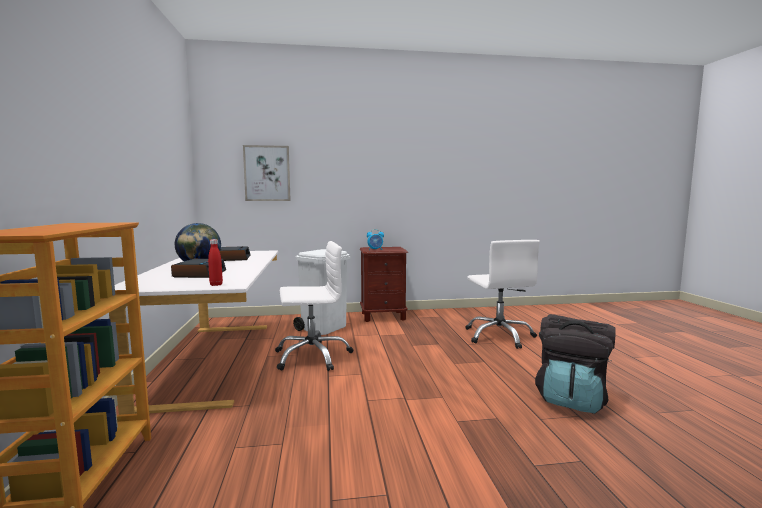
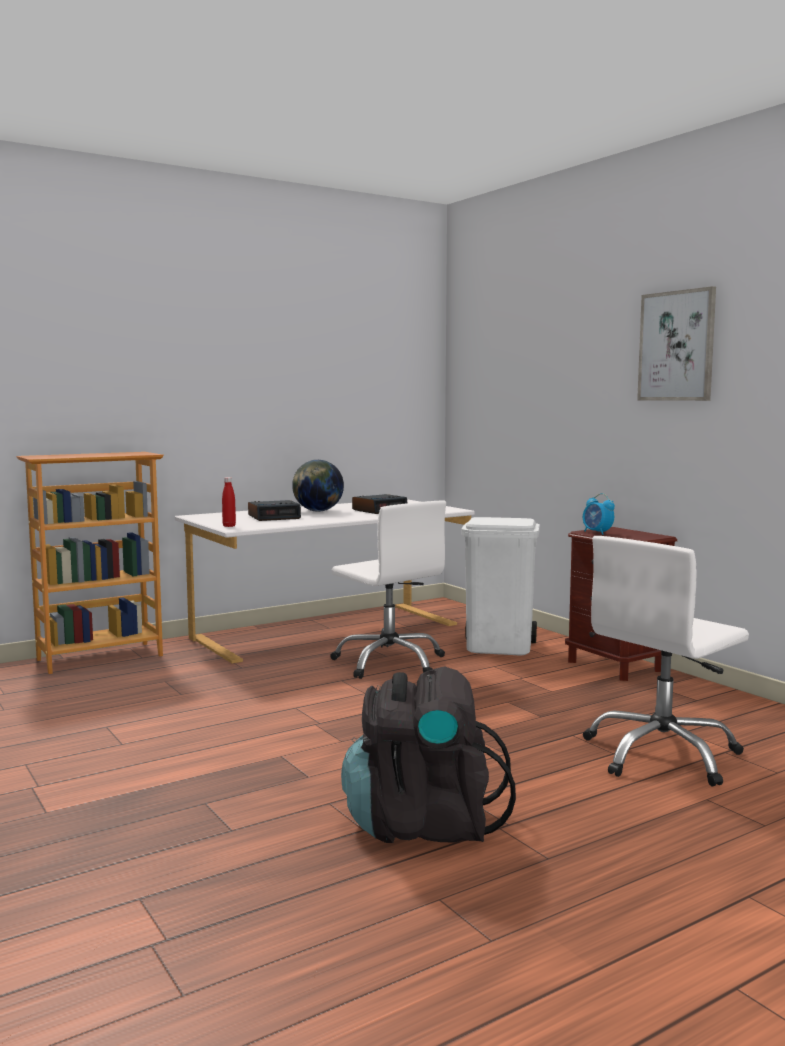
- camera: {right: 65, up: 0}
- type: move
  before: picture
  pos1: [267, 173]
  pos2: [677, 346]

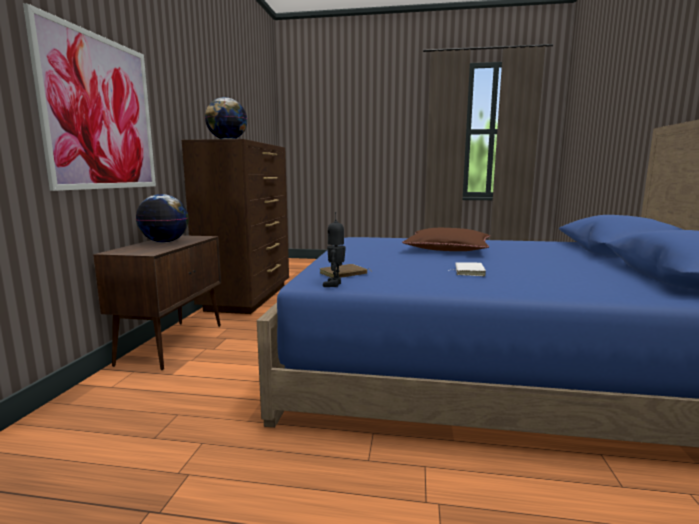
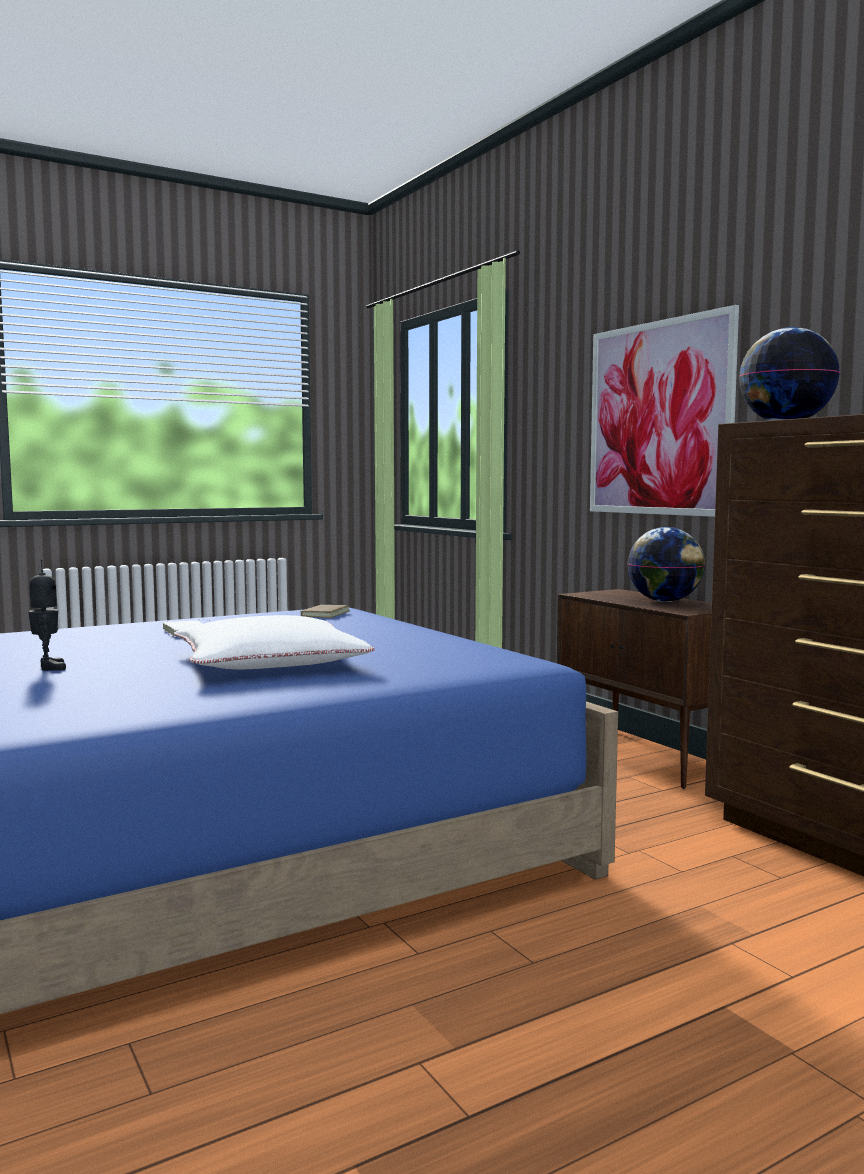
- camera: {right: 140, up: -5}
- type: move
  before: toy robot
  pos1: [335, 284]
  pos2: [48, 668]
- type: recolor
  before: brown pillow
  after: white pillow
  pos1: [447, 248]
  pos2: [269, 662]

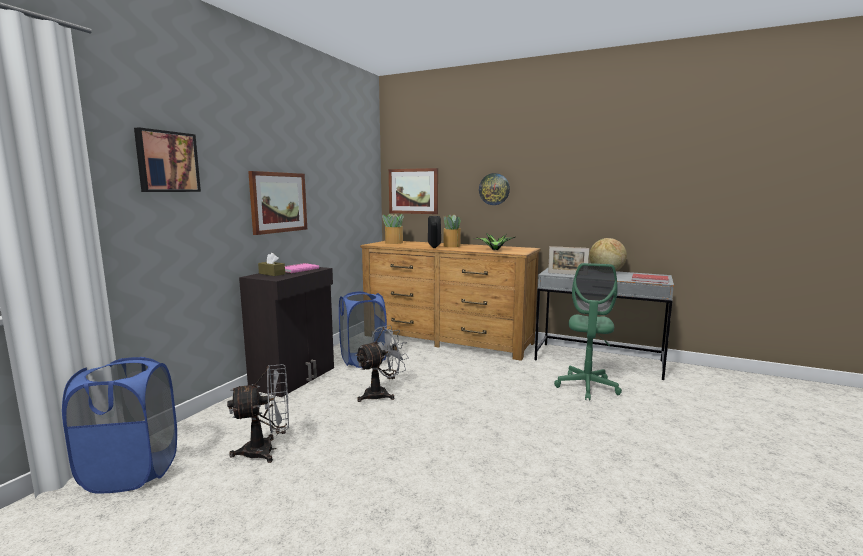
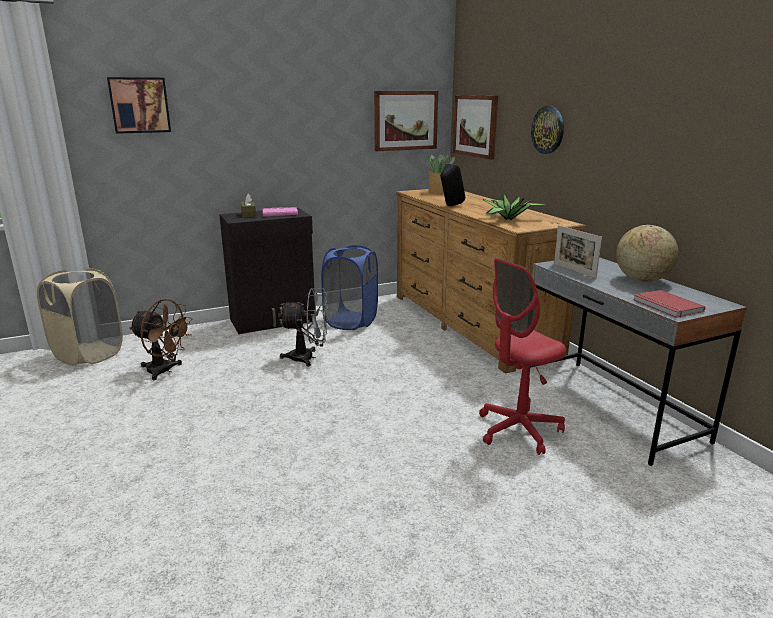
- camera: {right: 40, up: 10}
- type: recolor
  before: blue laundry basket
  after: beige laundry basket
  pos1: [131, 472]
  pos2: [89, 354]
- type: recolor
  before: grey fan
  after: brown fan
  pos1: [267, 450]
  pos2: [165, 371]
- type: move
  before: picture
  pos1: [278, 202]
  pos2: [405, 120]
- type: delete
  before: potted plant
  pos1: [451, 246]
- type: recolor
  before: green office chair
  after: red office chair
  pos1: [587, 387]
  pos2: [518, 430]

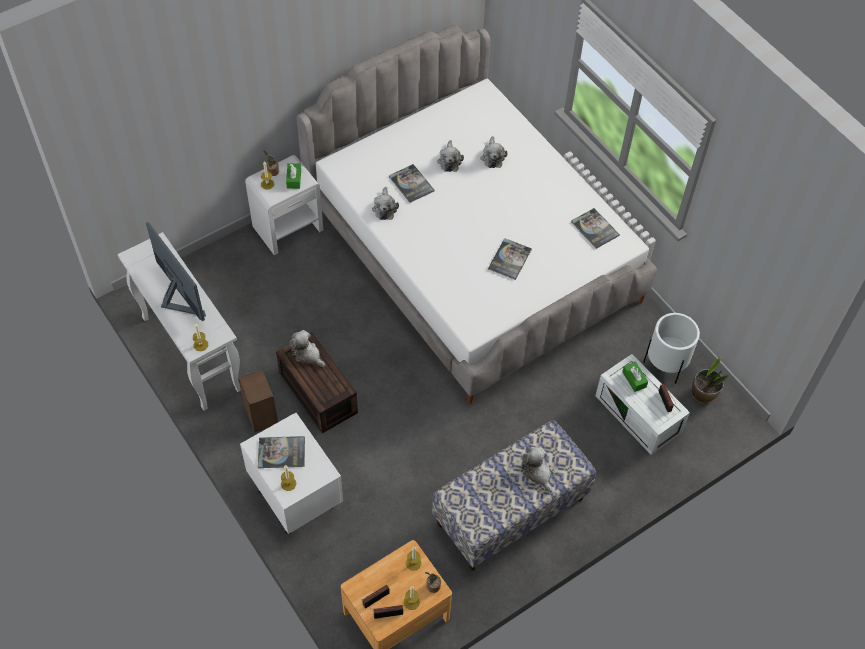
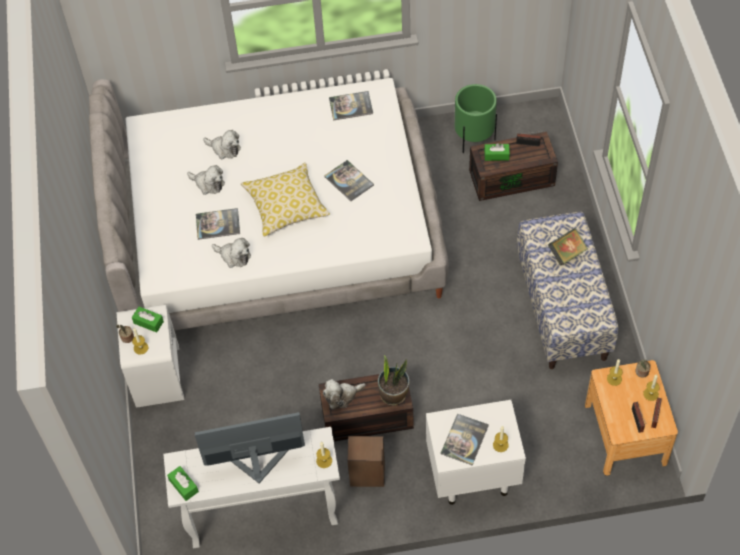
- camera: {right: -60, up: 0}
- type: replace
  before: plush toy
  after: book
  pos1: [537, 472]
  pos2: [567, 253]
- type: recolor
  before: white storage box
  after: brown storage box
  pos1: [640, 414]
  pos2: [512, 177]
- type: recolor
  before: white planter
  after: green planter
  pos1: [665, 365]
  pos2: [474, 139]
- type: move
  before: potted plant
  pos1: [703, 394]
  pos2: [393, 394]
- type: insert
  after: green tissue box
  pos2: [183, 486]
- type: insert
  after: pillow
  pos2: [285, 206]

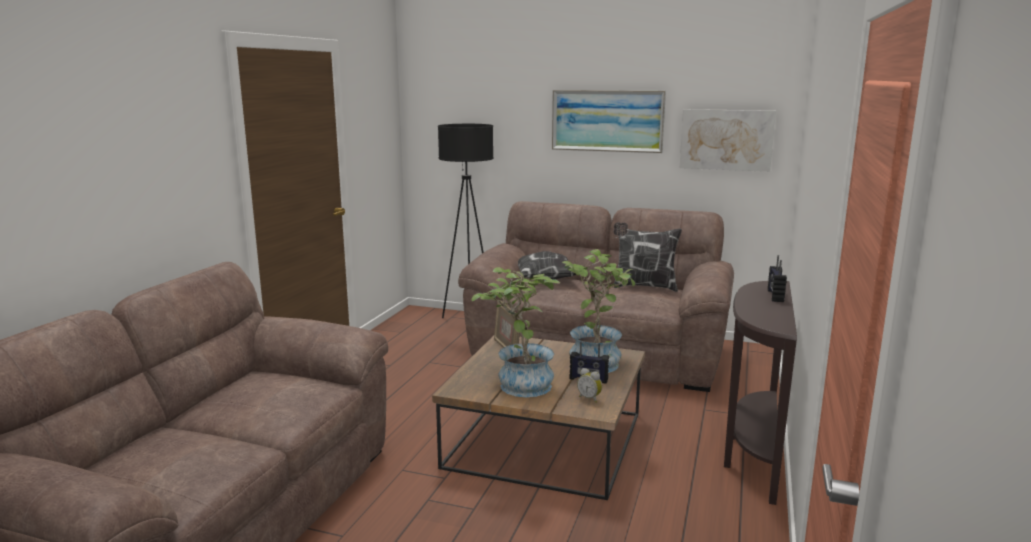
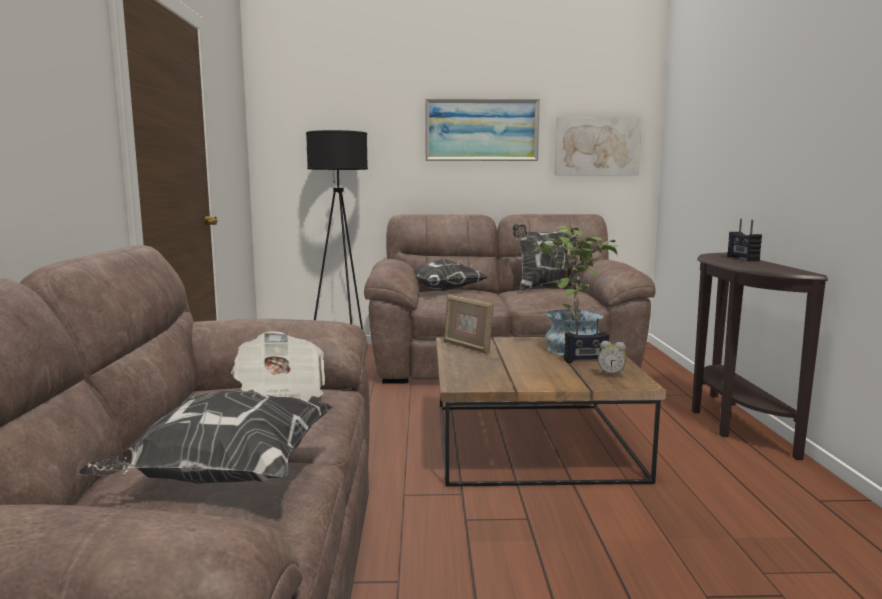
- camera: {right: -20, up: -5}
- type: delete
  before: potted plant
  pos1: [519, 383]
- type: insert
  after: pillow
  pos2: [223, 477]
- type: insert
  after: newspaper
  pos2: [281, 395]

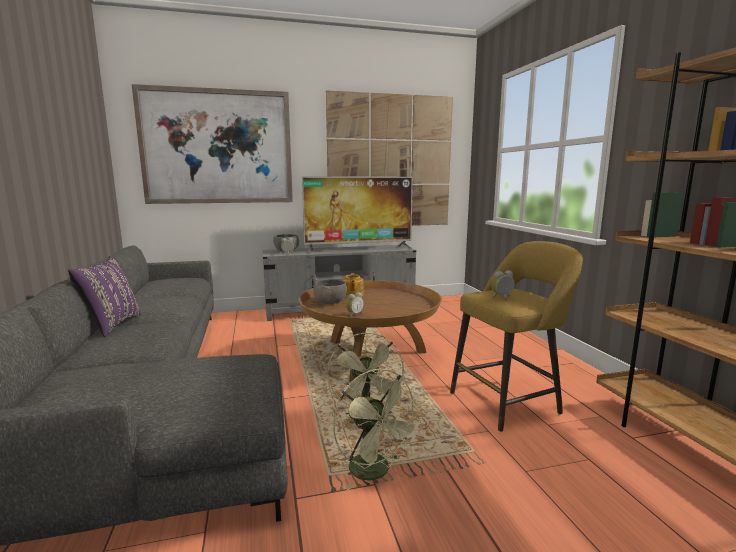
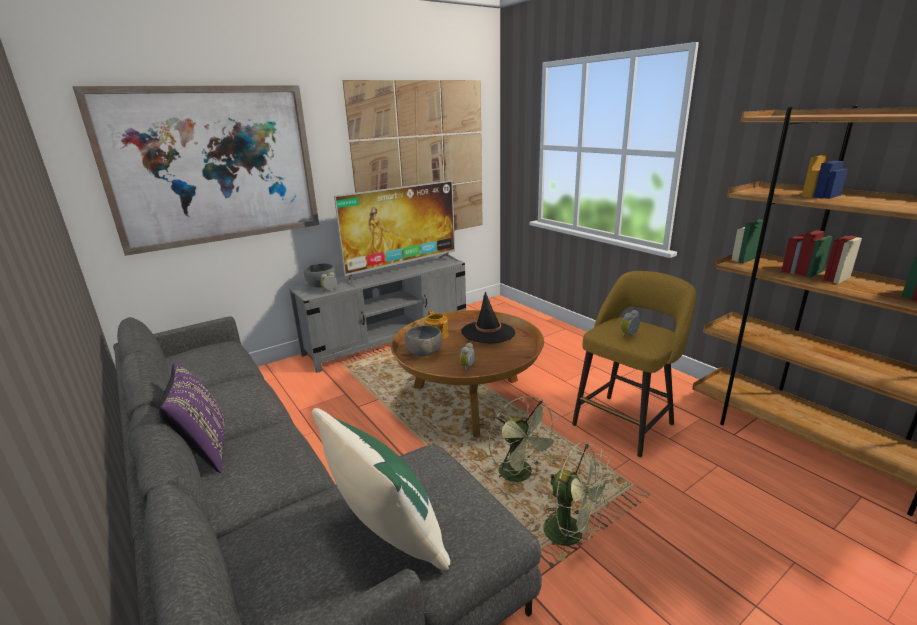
- camera: {right: -20, up: 10}
- type: insert
  after: green pillow
  pos2: [385, 536]
- type: insert
  after: black hat
  pos2: [488, 332]

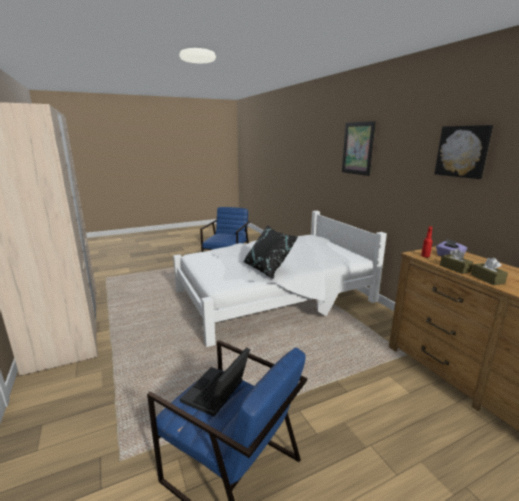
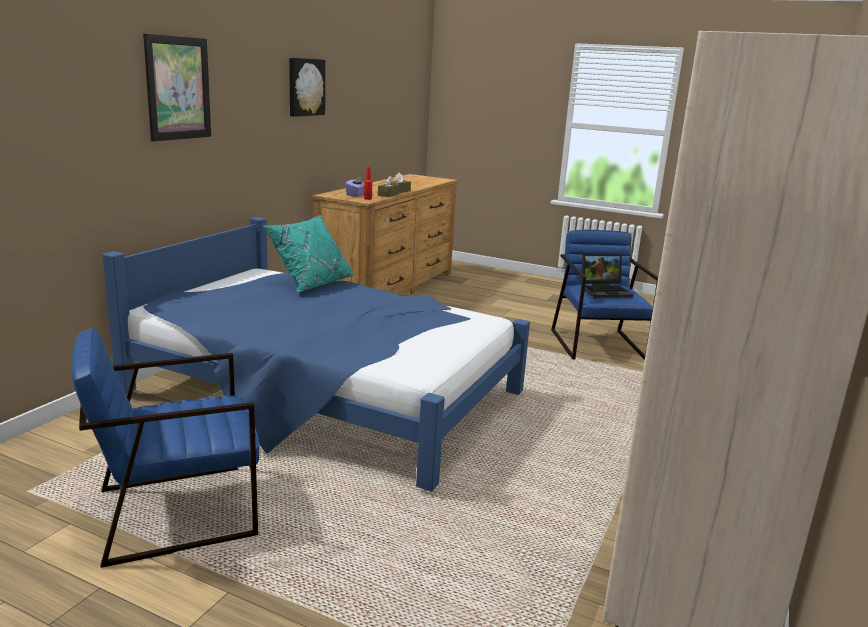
- camera: {right: -130, up: 0}
- type: recolor
  before: white bed
  after: blue bed
  pos1: [272, 298]
  pos2: [326, 396]
- type: delete
  before: black pillow
  pos1: [268, 269]
- type: insert
  after: turquoise pillow
  pos2: [311, 283]

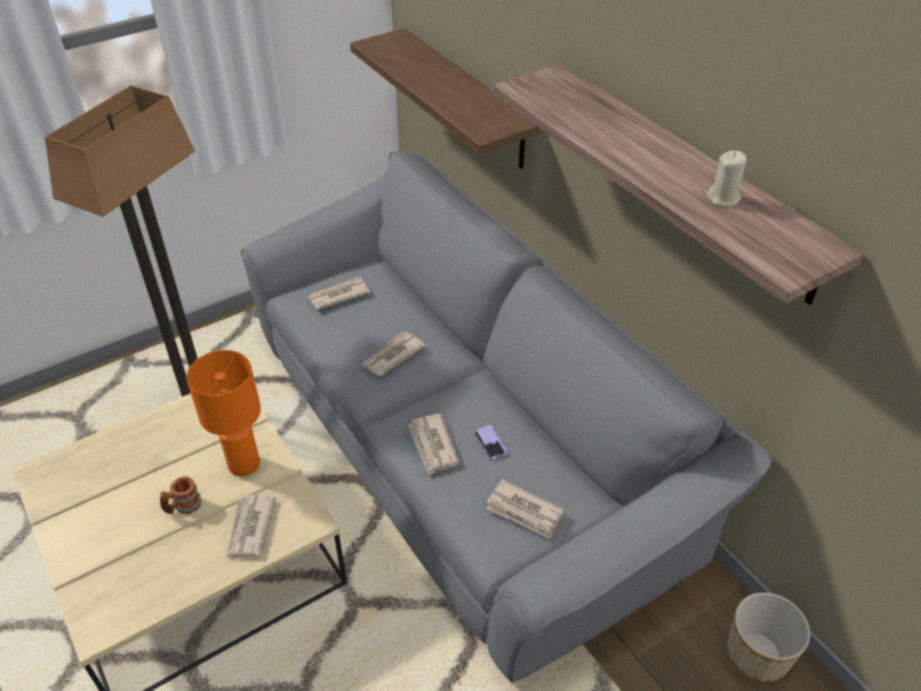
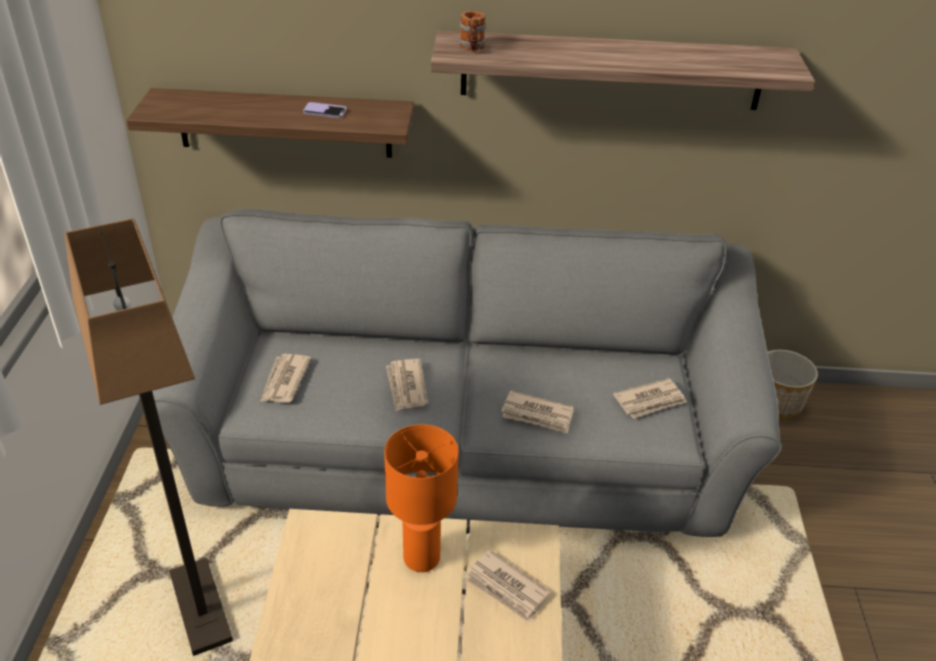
- camera: {right: -55, up: -5}
- type: move
  before: mug
  pos1: [183, 507]
  pos2: [472, 48]
- type: move
  before: phone
  pos1: [490, 443]
  pos2: [325, 111]
- type: delete
  before: beige candle
  pos1: [723, 198]

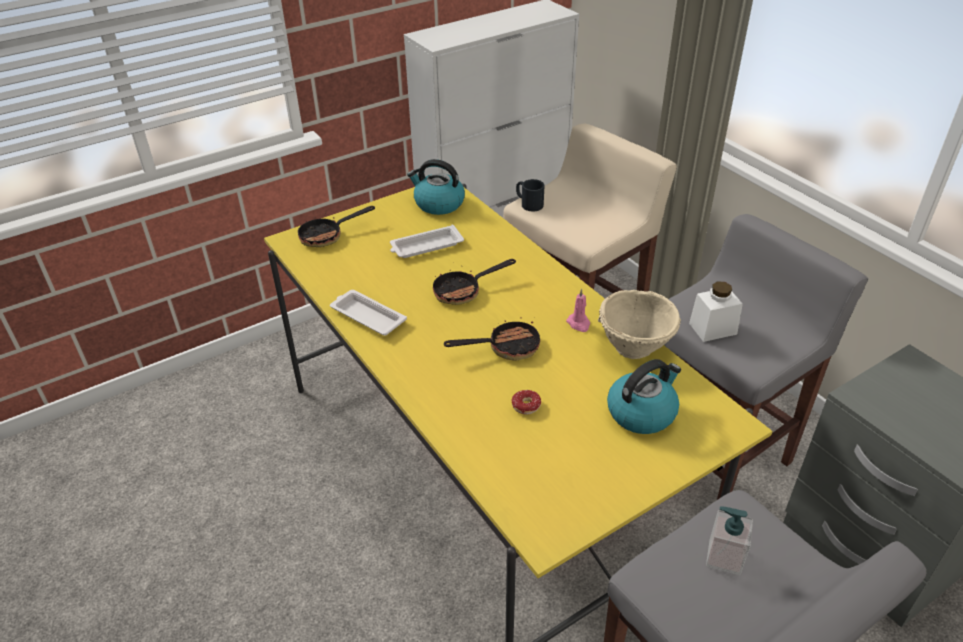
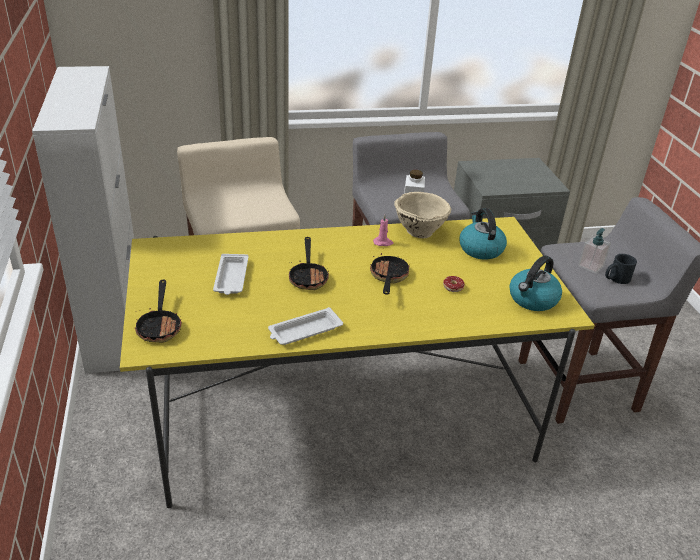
- camera: {right: -70, up: -5}
- type: move
  before: kettle
  pos1: [438, 204]
  pos2: [532, 300]
- type: move
  before: black mug
  pos1: [528, 203]
  pos2: [616, 279]

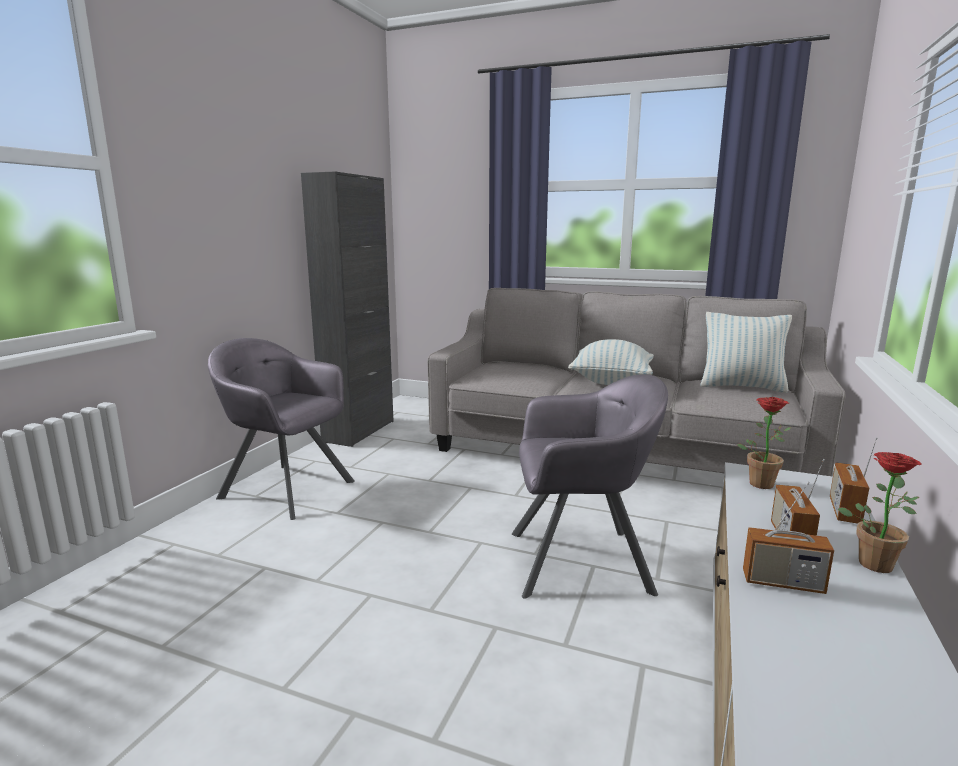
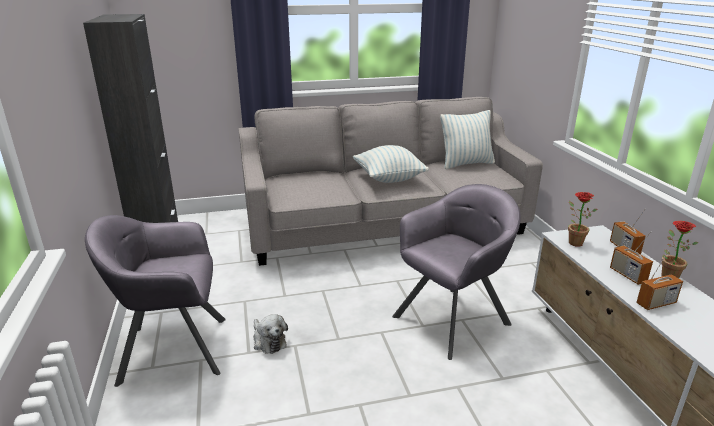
- camera: {right: -35, up: 10}
- type: insert
  after: plush toy
  pos2: [268, 341]

